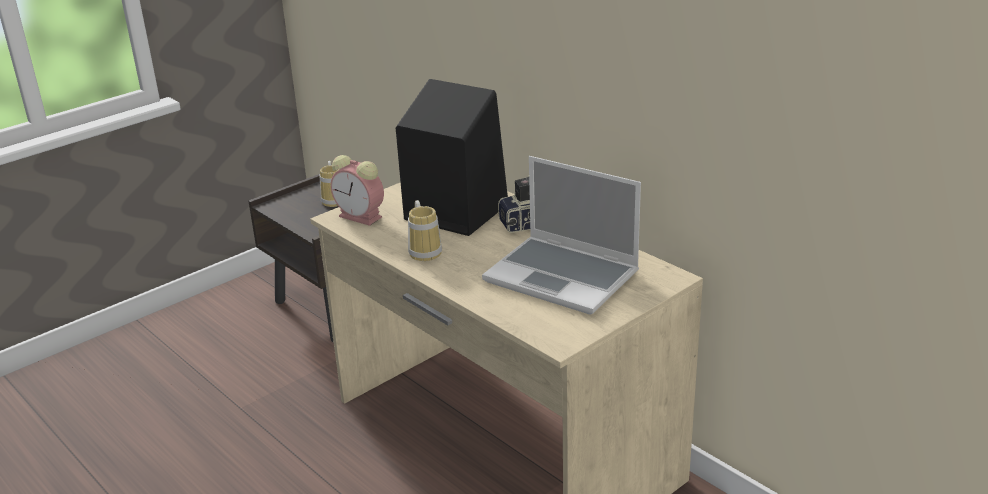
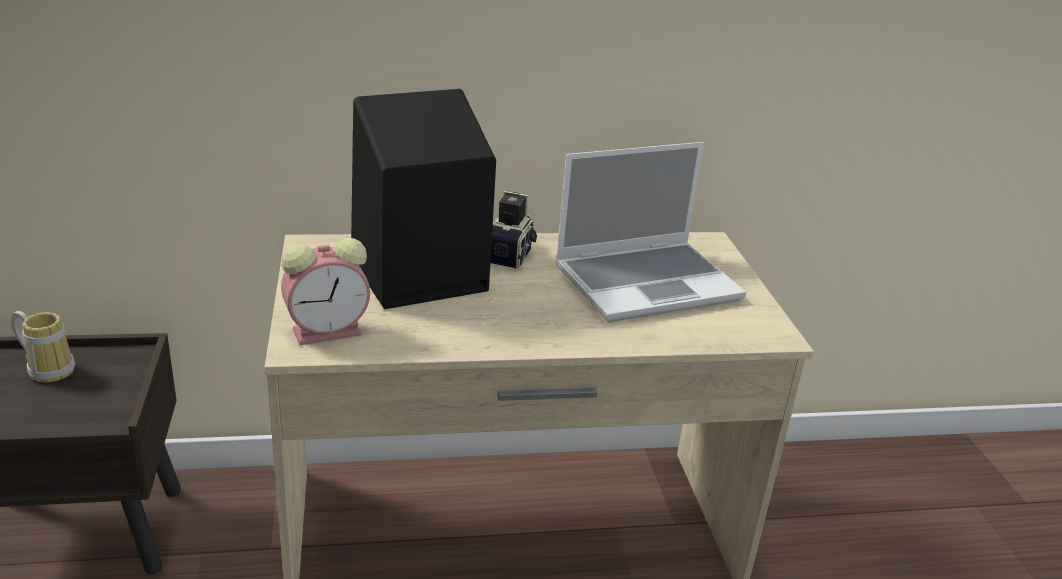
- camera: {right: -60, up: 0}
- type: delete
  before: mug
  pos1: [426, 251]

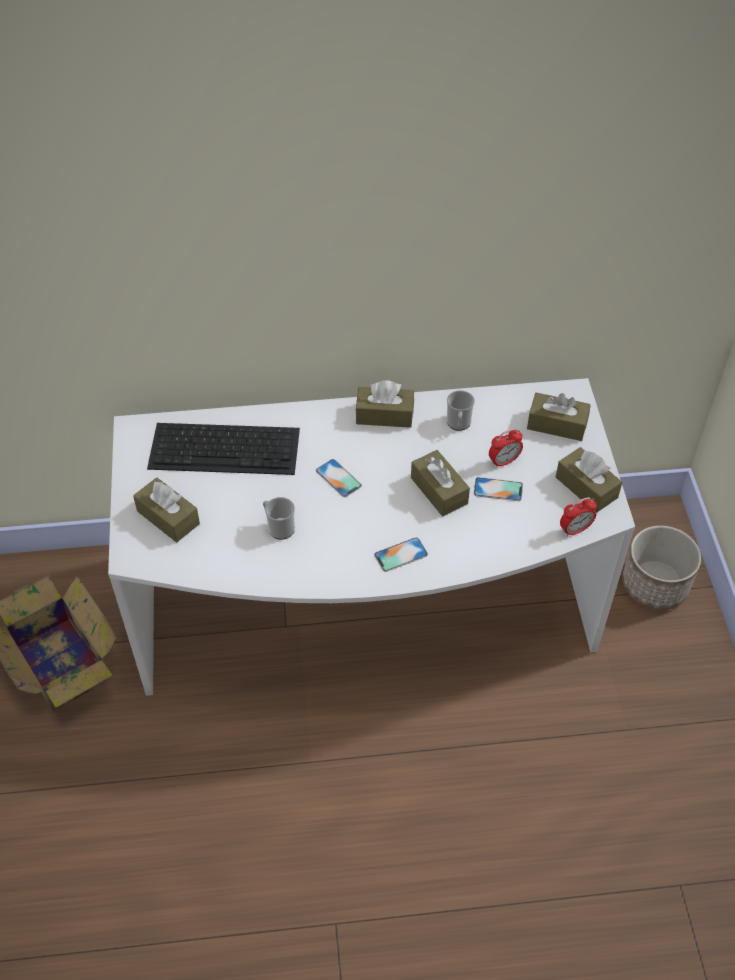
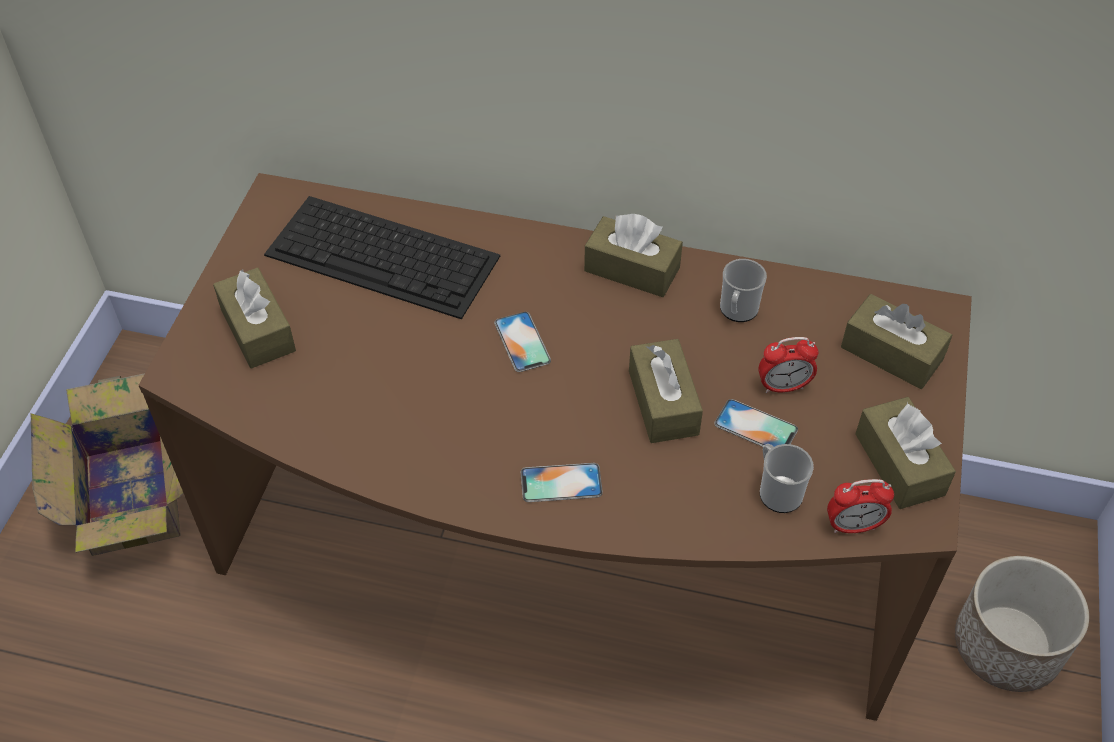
- camera: {right: 20, up: 0}
- type: recolor
  before: white desk
  after: brown desk
  pos1: [366, 610]
  pos2: [560, 549]
- type: move
  before: mug
  pos1: [279, 527]
  pos2: [777, 491]

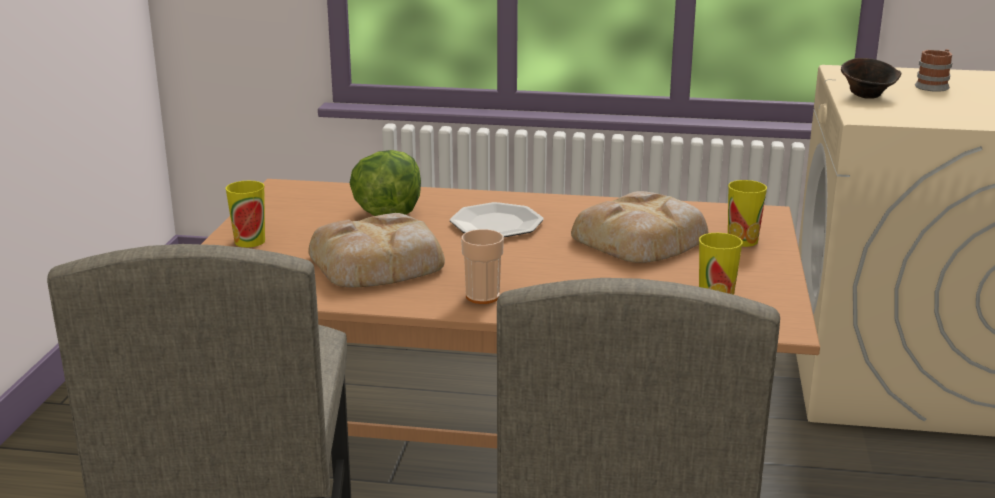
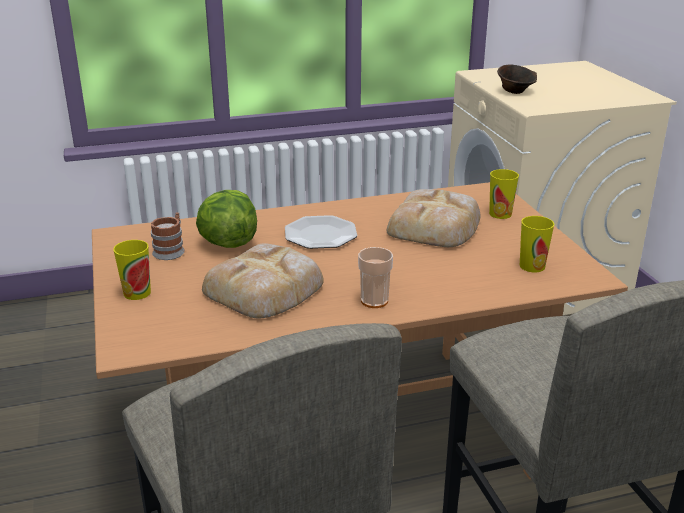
- camera: {right: -25, up: 5}
- type: move
  before: mug
  pos1: [934, 86]
  pos2: [171, 250]

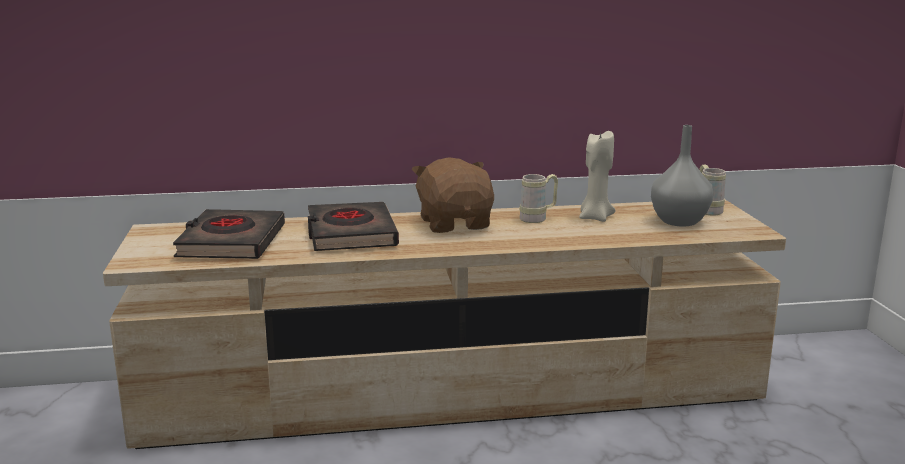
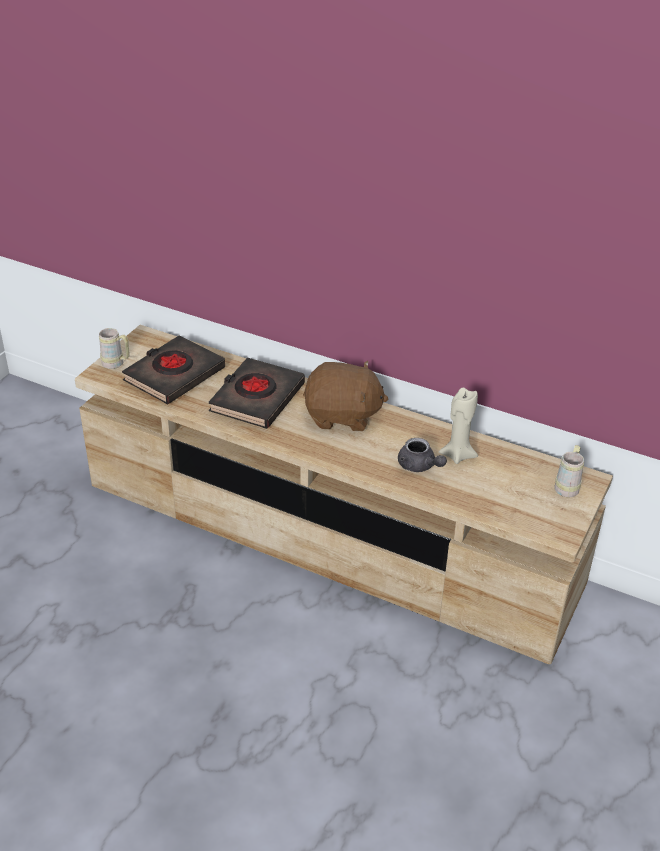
- camera: {right: 35, up: 20}
- type: rotate
  before: brown plush toy
  pos1: [455, 224]
  pos2: [342, 416]
  turn: 75
- type: move
  before: beige mug
  pos1: [538, 219]
  pos2: [116, 364]
- type: delete
  before: grey vase
  pos1: [678, 221]
- type: insert
  after: grey teapot
  pos2: [419, 466]

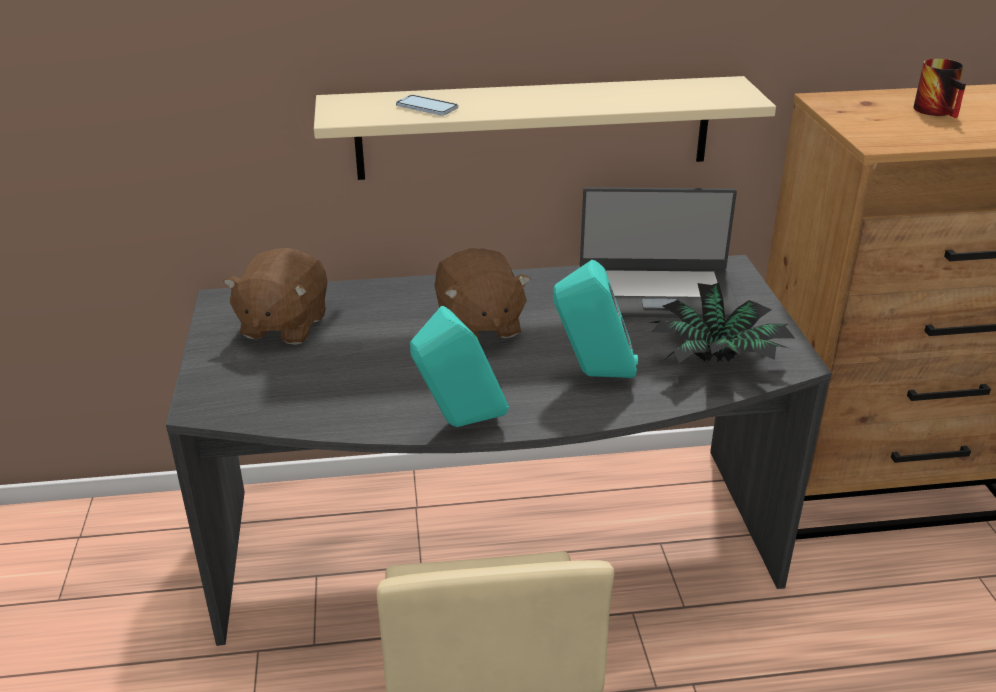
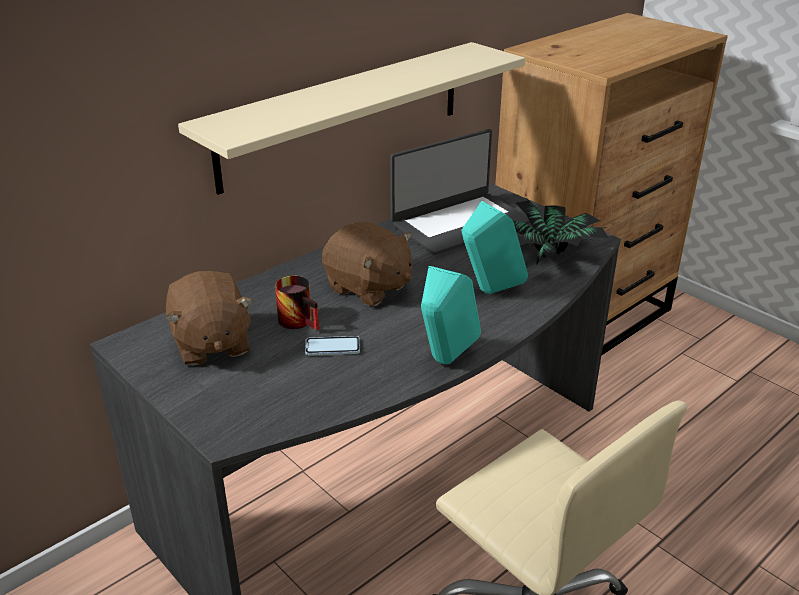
- camera: {right: -35, up: 0}
- type: move
  before: phone
  pos1: [427, 107]
  pos2: [332, 347]
- type: move
  before: mug
  pos1: [940, 111]
  pos2: [301, 320]

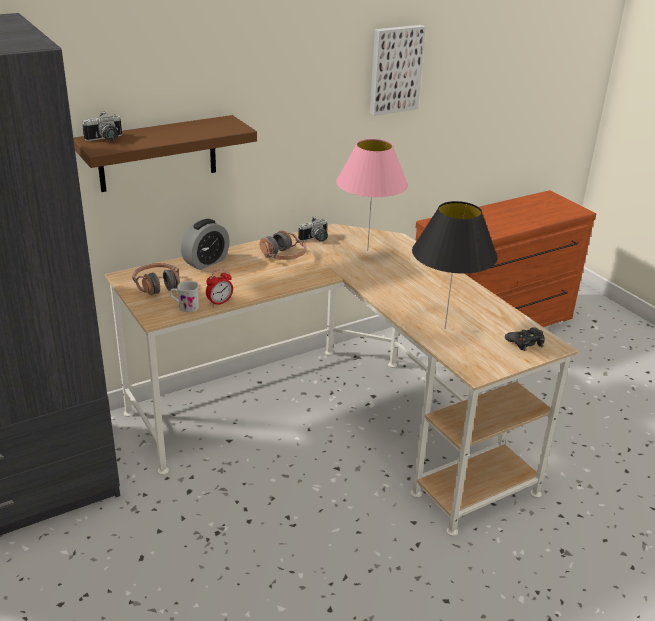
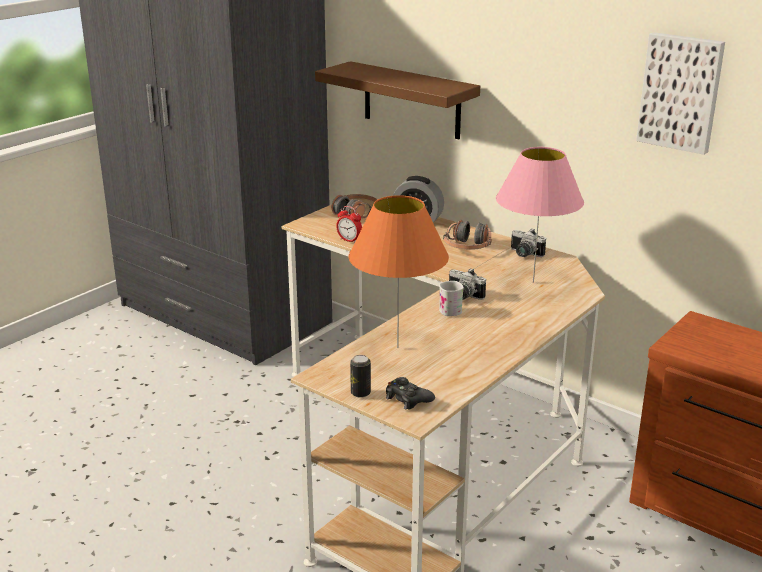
- camera: {right: 70, up: -5}
- type: move
  before: photo camera
  pos1: [106, 139]
  pos2: [462, 296]
- type: move
  before: white mug
  pos1: [185, 307]
  pos2: [448, 309]
- type: recolor
  before: black table lamp
  after: orange table lamp
  pos1: [444, 328]
  pos2: [398, 347]
- type: insert
  after: can
  pos2: [360, 393]

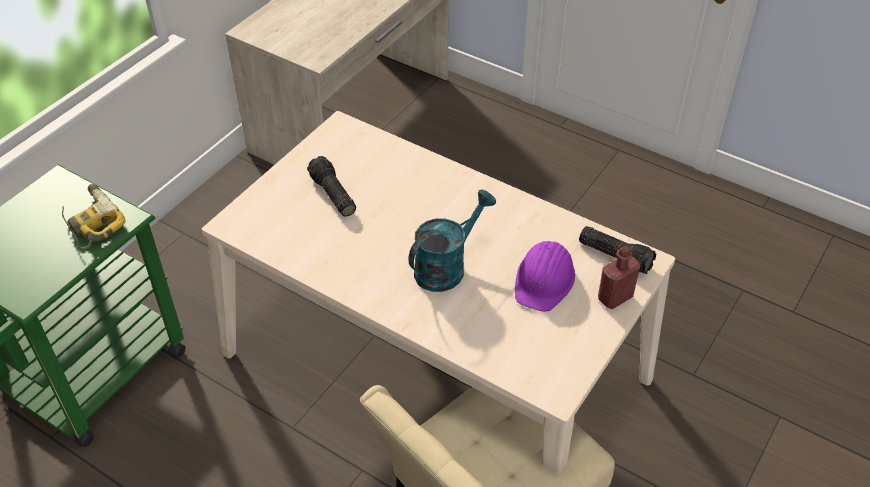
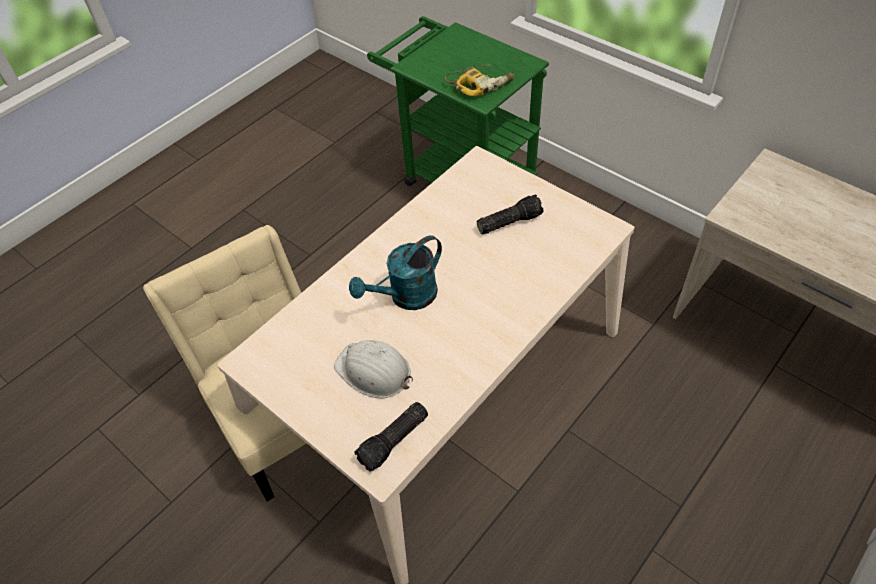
- camera: {right: 100, up: 5}
- type: rotate
  before: turquoise watering can
  pos1: [446, 266]
  pos2: [406, 297]
  turn: 90
- type: recolor
  before: purple hard hat
  after: white hard hat
  pos1: [544, 280]
  pos2: [374, 371]
- type: delete
  before: red bottle
  pos1: [615, 297]

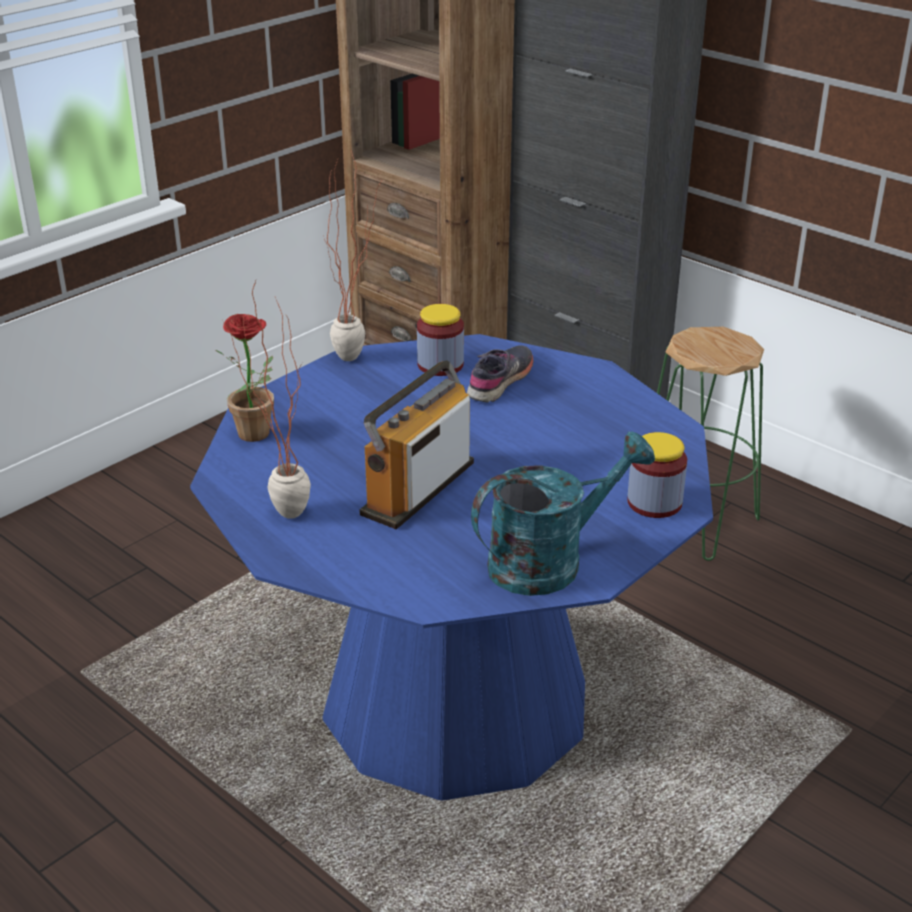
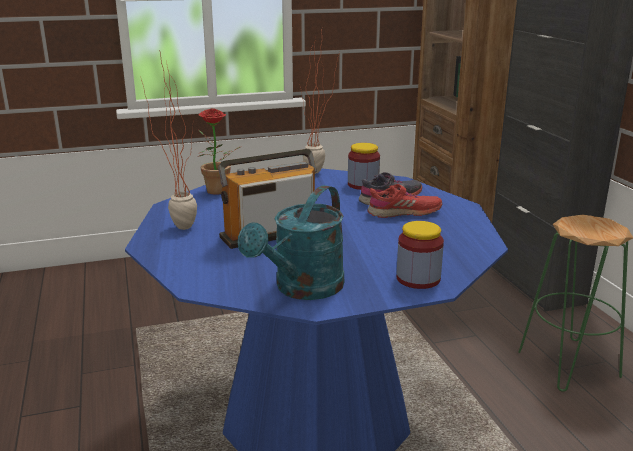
- camera: {right: 30, up: -10}
- type: rotate
  before: turquoise watering can
  pos1: [549, 561]
  pos2: [302, 289]
  turn: 120
- type: insert
  after: red shoe
  pos2: [404, 212]

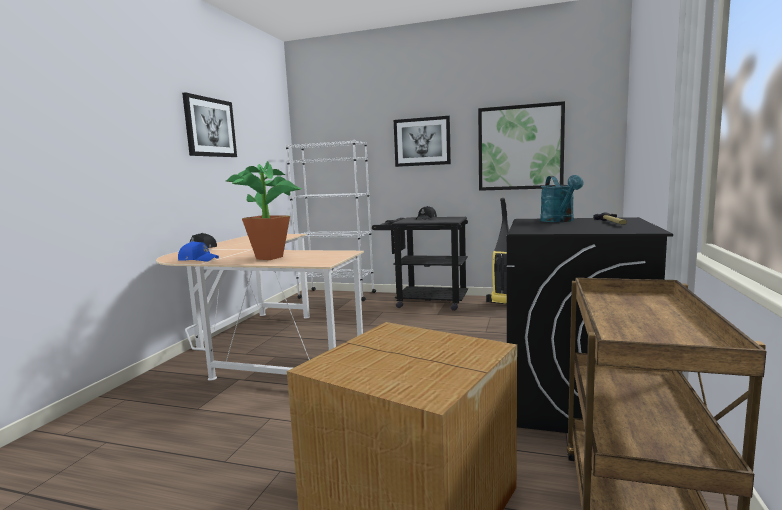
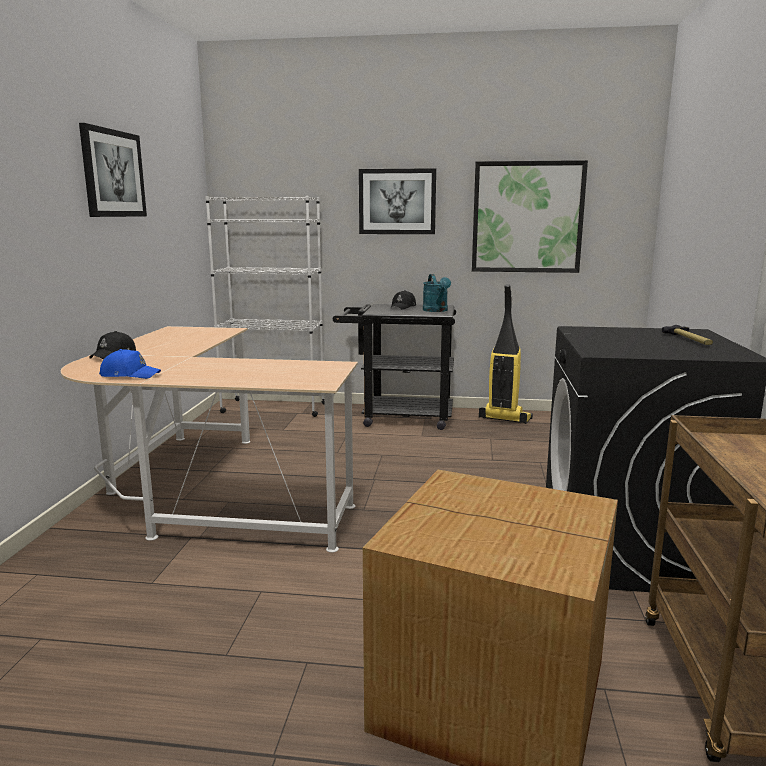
- camera: {right: -10, up: 5}
- type: delete
  before: potted plant
  pos1: [267, 257]
- type: move
  before: turquoise watering can
  pos1: [559, 221]
  pos2: [436, 311]

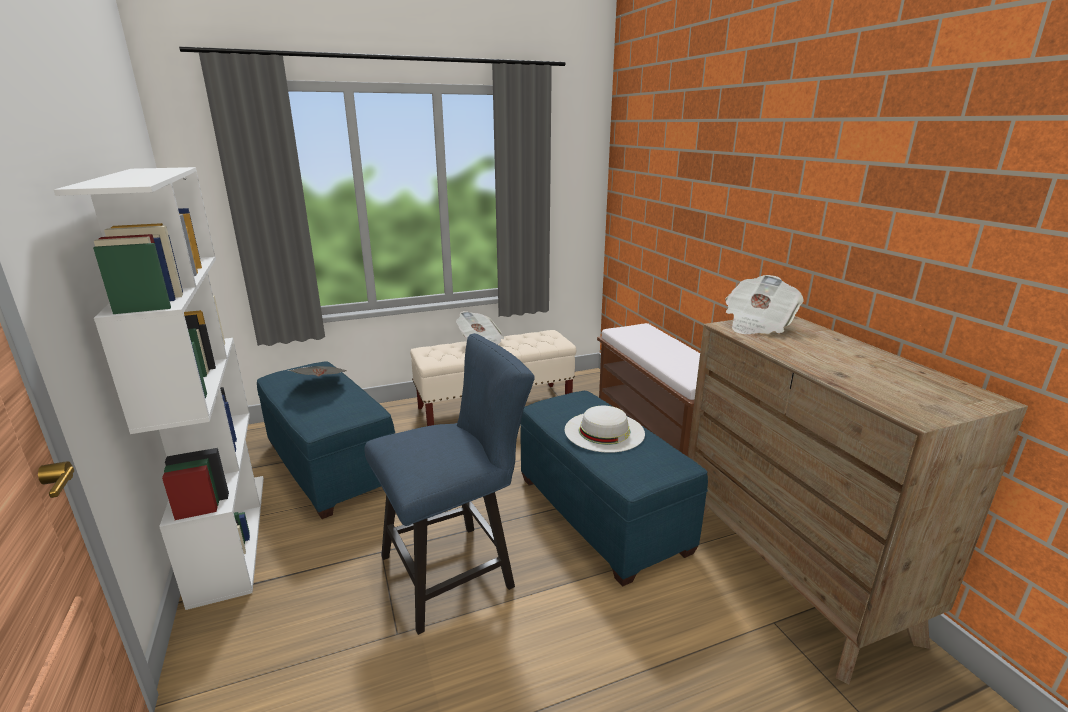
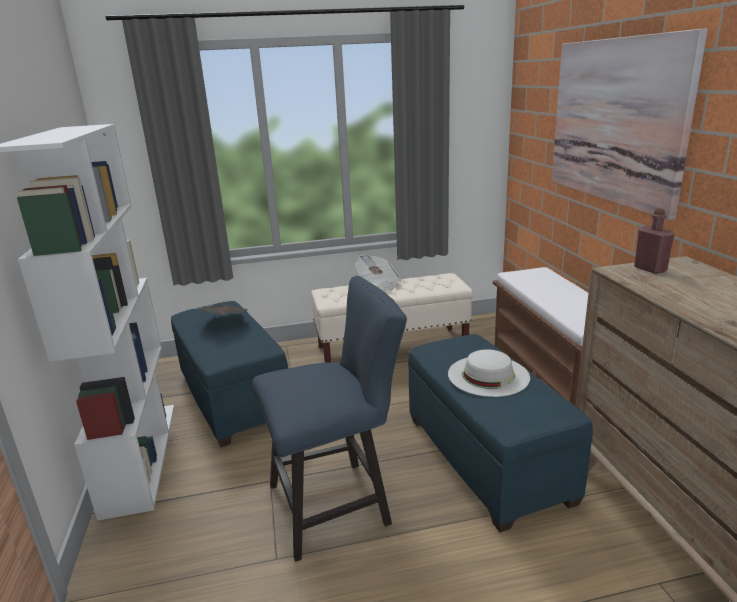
- camera: {right: 10, up: 0}
- type: replace
  before: newspaper
  after: red bottle
  pos1: [757, 324]
  pos2: [650, 269]
- type: insert
  after: picture
  pos2: [615, 121]

